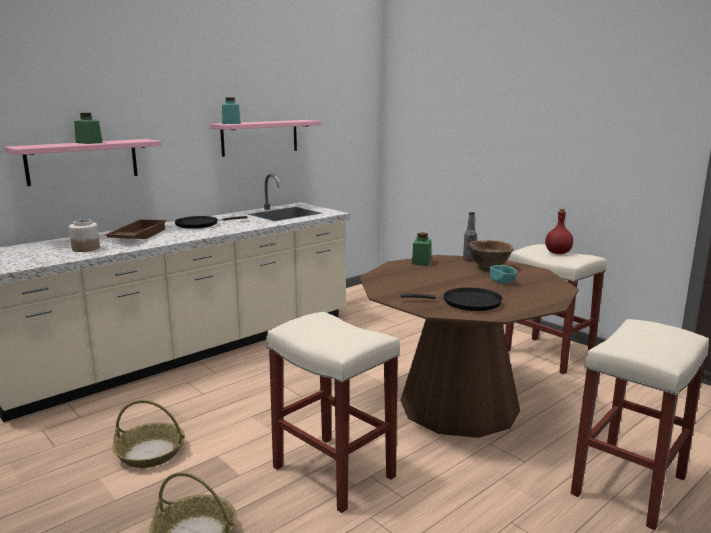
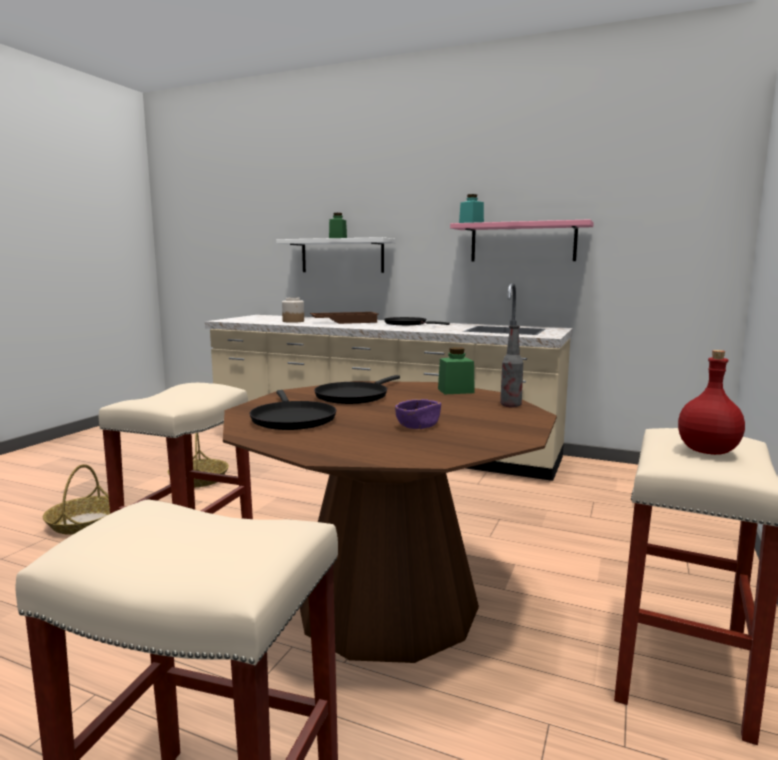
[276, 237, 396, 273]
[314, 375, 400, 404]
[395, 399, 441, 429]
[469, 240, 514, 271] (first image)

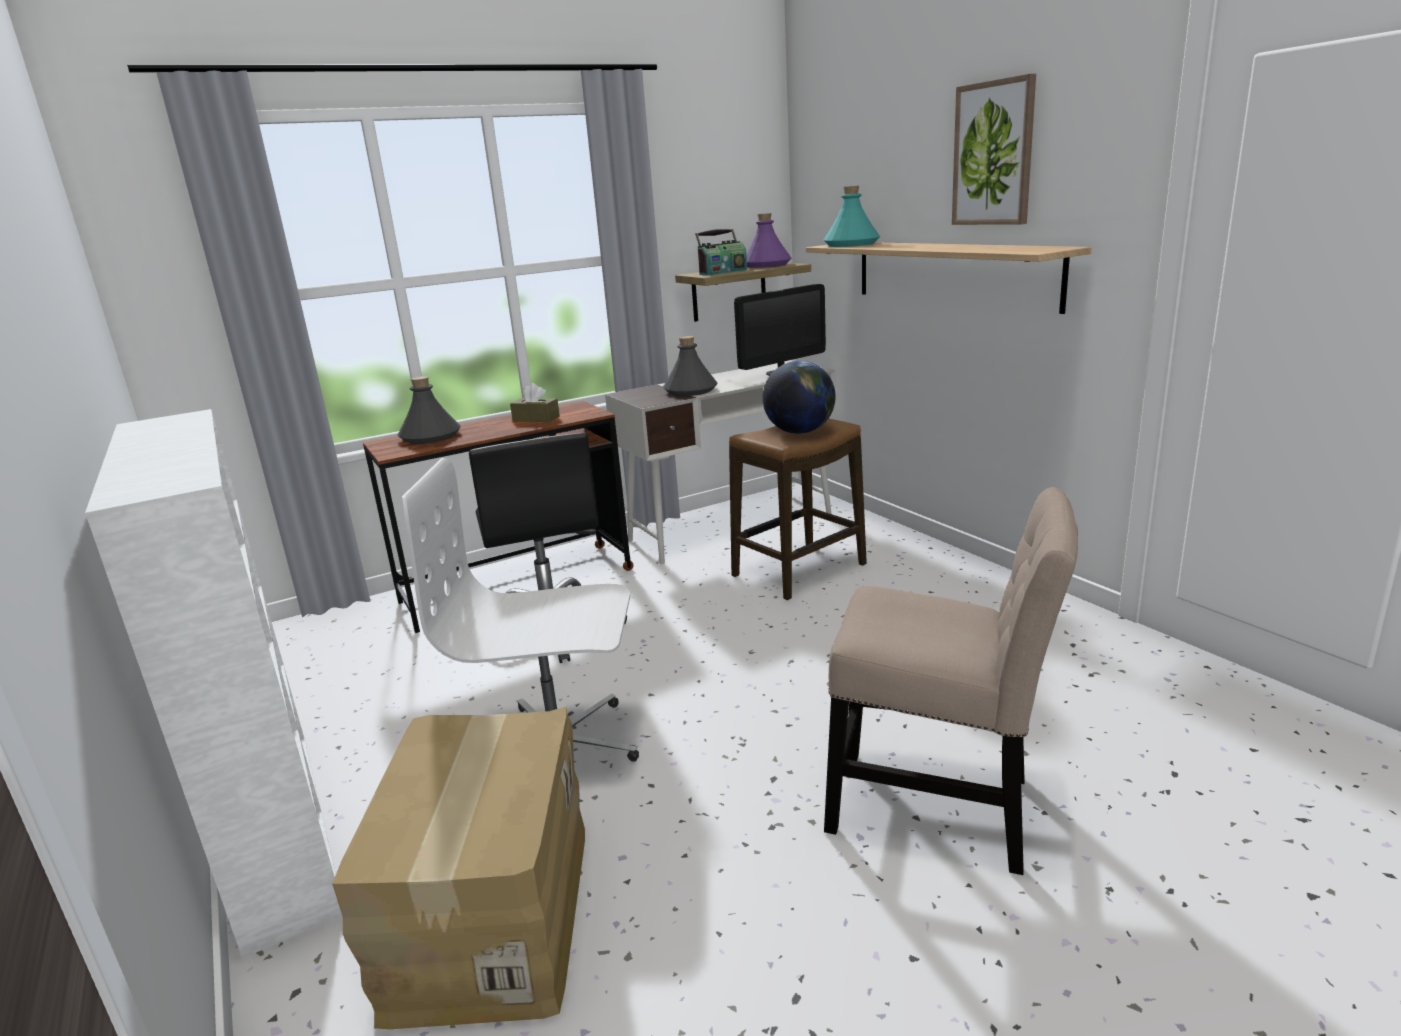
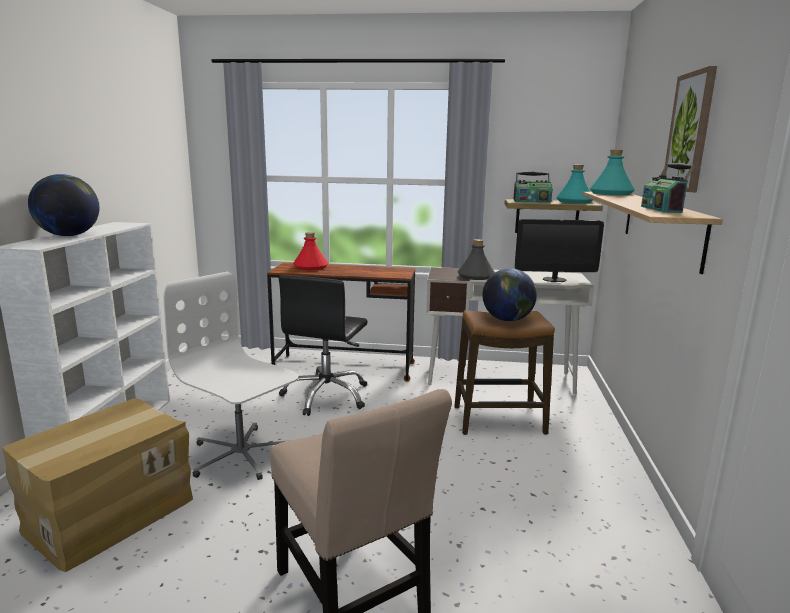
[28, 174, 99, 236]
[293, 232, 329, 270]
[556, 165, 593, 204]
[641, 163, 695, 213]
[510, 383, 560, 422] (first image)

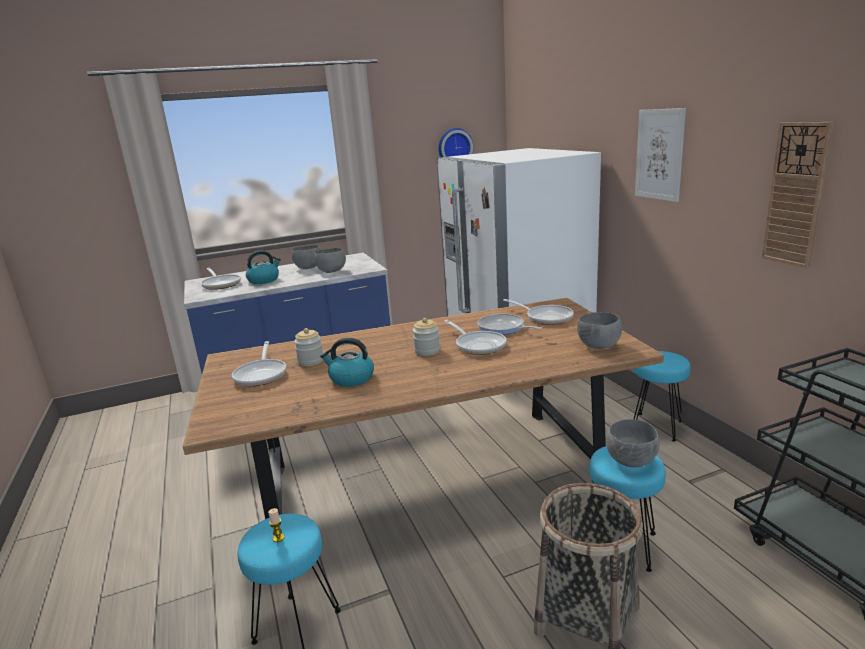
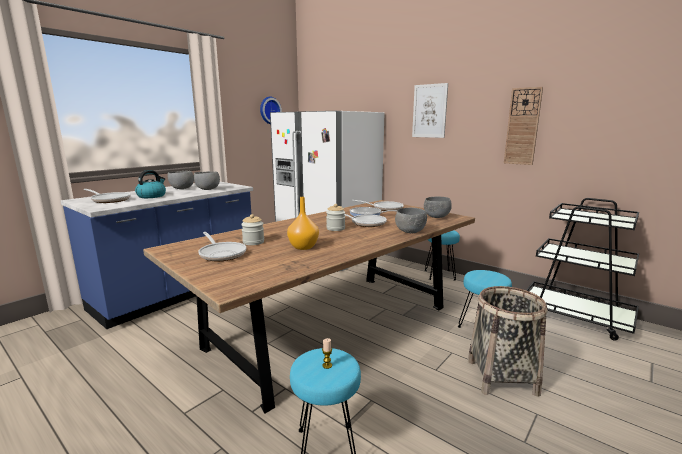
[287, 197, 319, 250]
[395, 208, 427, 233]

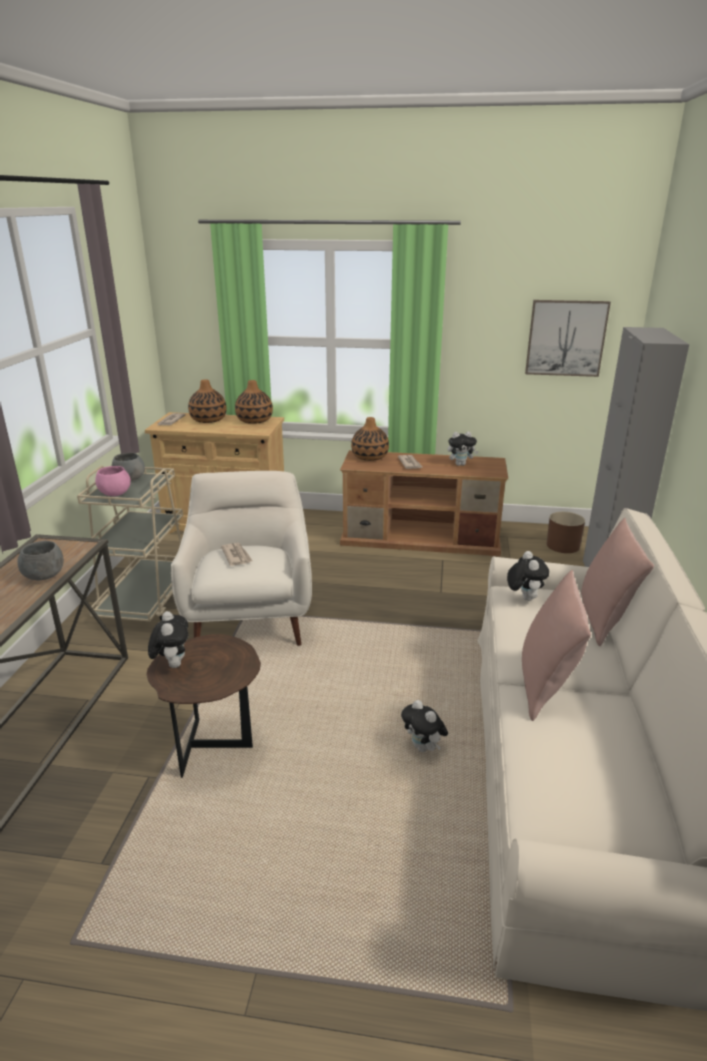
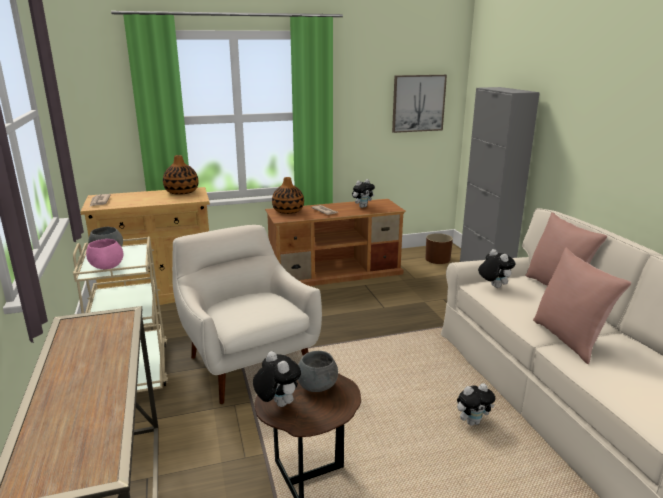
[298, 351, 338, 392]
[457, 383, 495, 425]
[188, 379, 227, 423] (first image)
[221, 543, 253, 566] (first image)

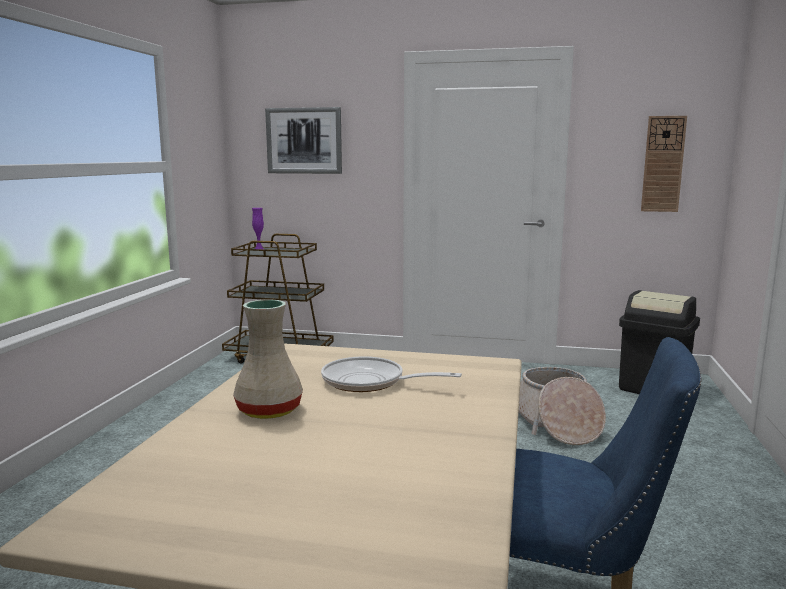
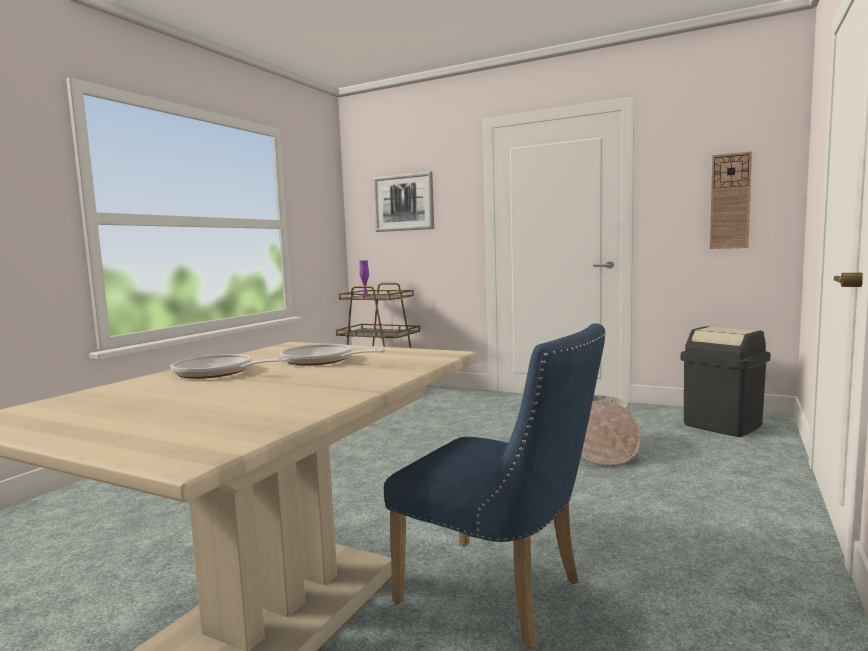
[170, 354, 290, 379]

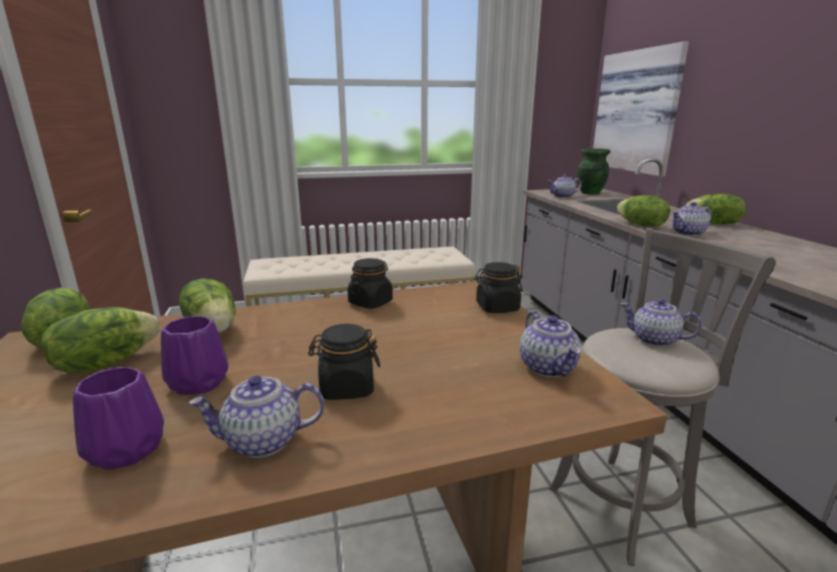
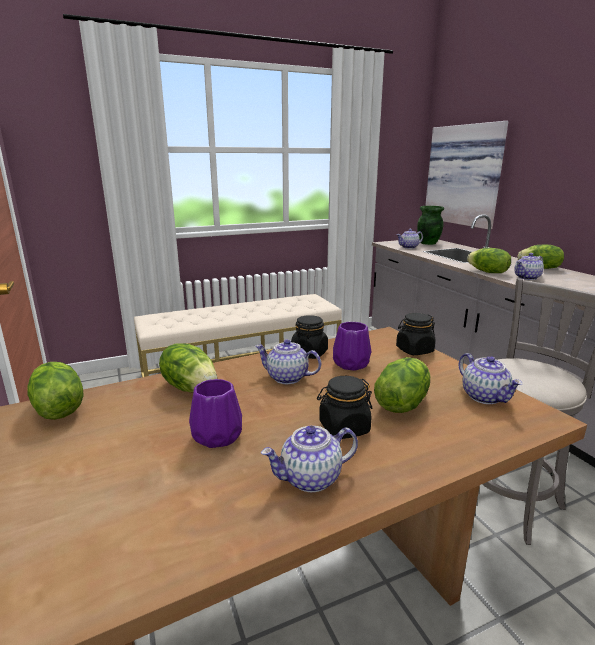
[255, 339, 321, 384]
[333, 322, 372, 371]
[374, 357, 430, 413]

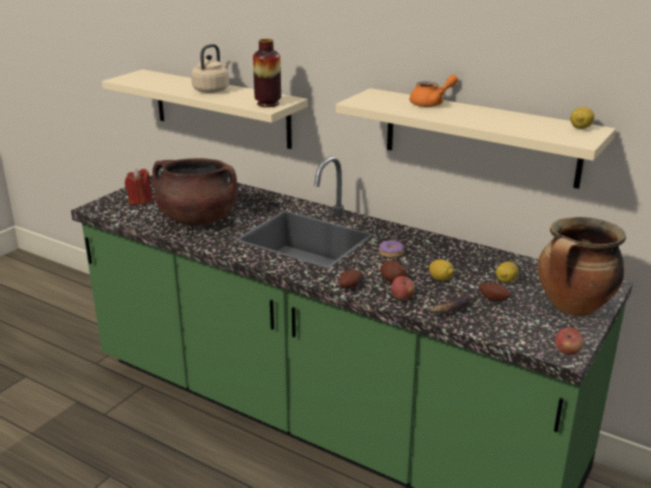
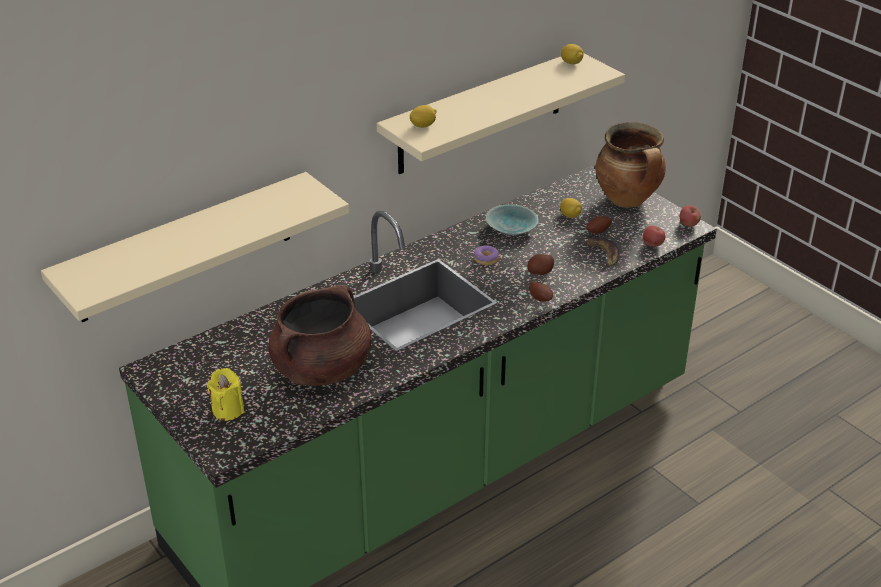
[207, 368, 244, 421]
[410, 105, 437, 128]
[486, 204, 538, 235]
[643, 225, 666, 246]
[191, 44, 231, 93] (first image)
[253, 39, 281, 107] (first image)
[410, 75, 458, 107] (first image)

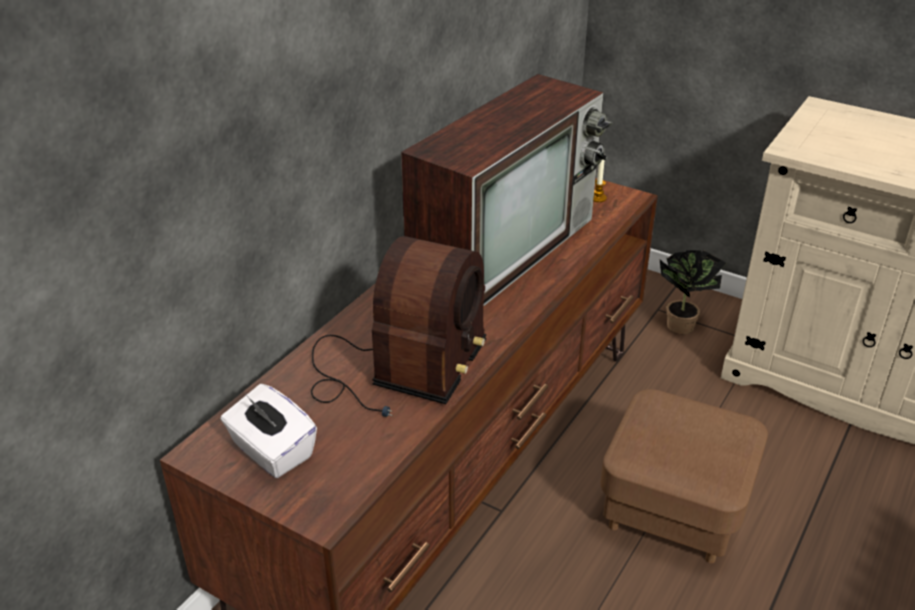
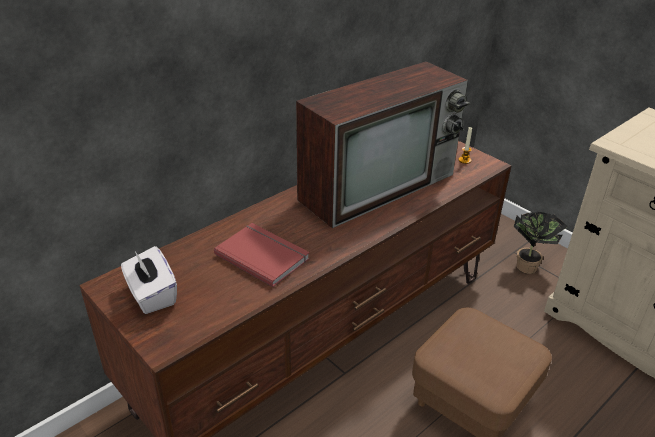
[214, 223, 310, 287]

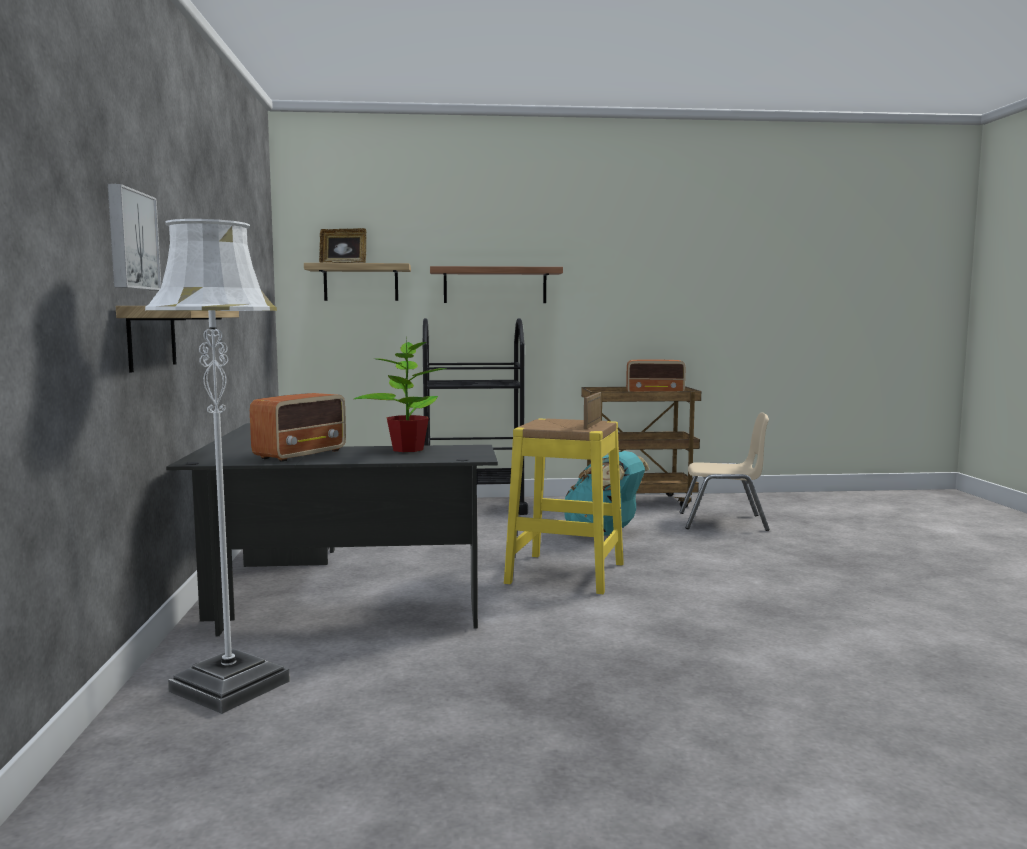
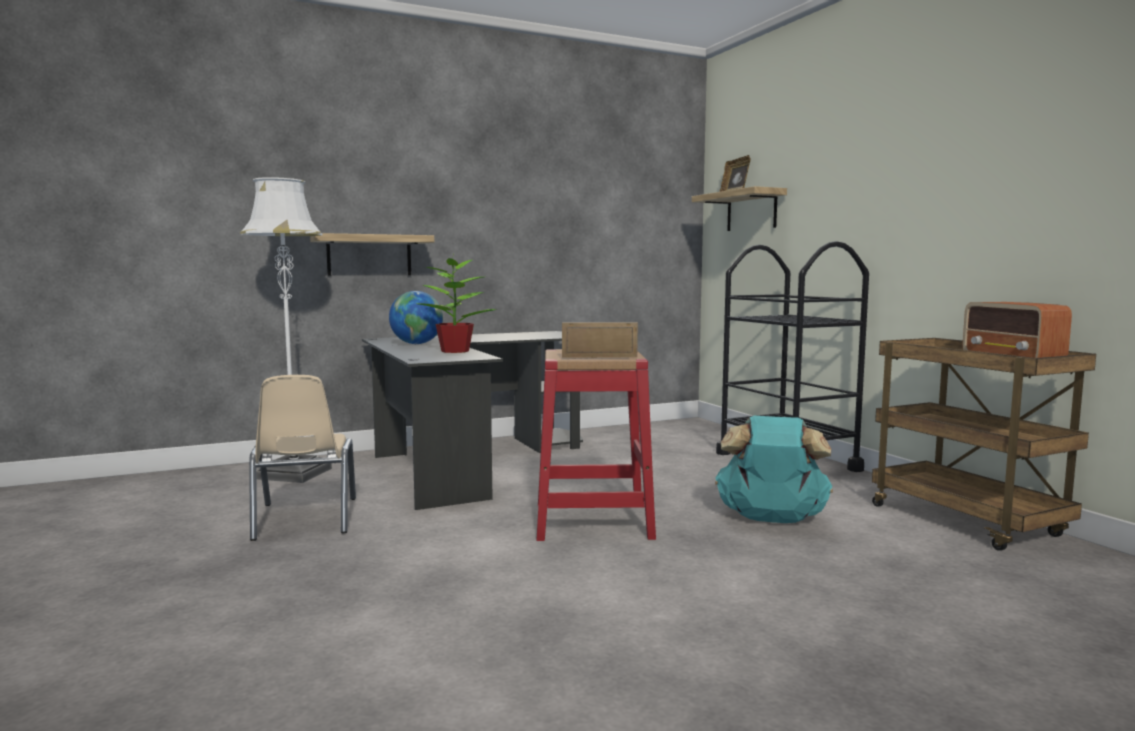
[249, 375, 356, 541]
[389, 291, 443, 344]
[536, 349, 656, 541]
[108, 184, 161, 290] (first image)
[430, 266, 563, 303] (first image)

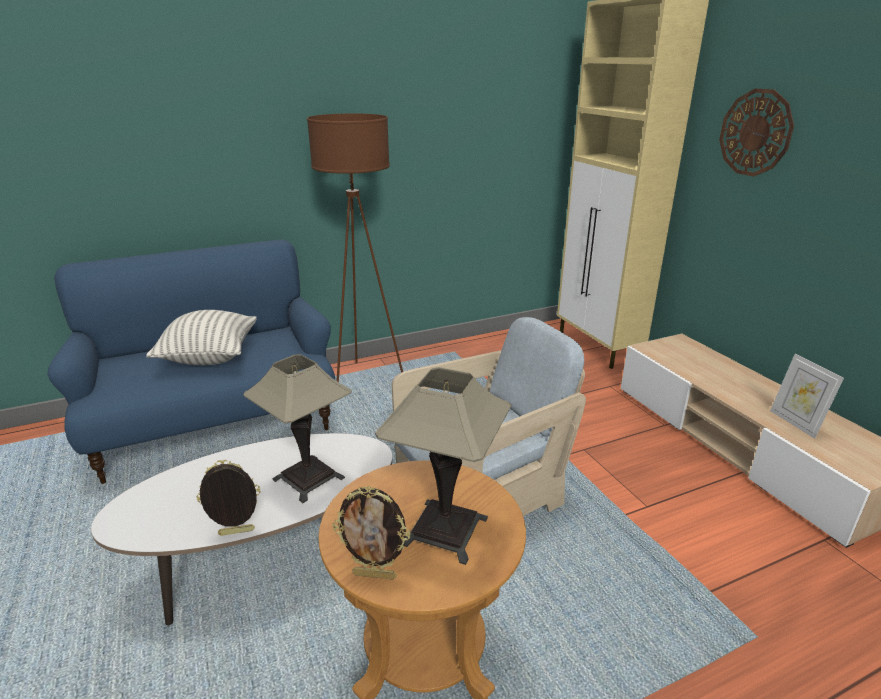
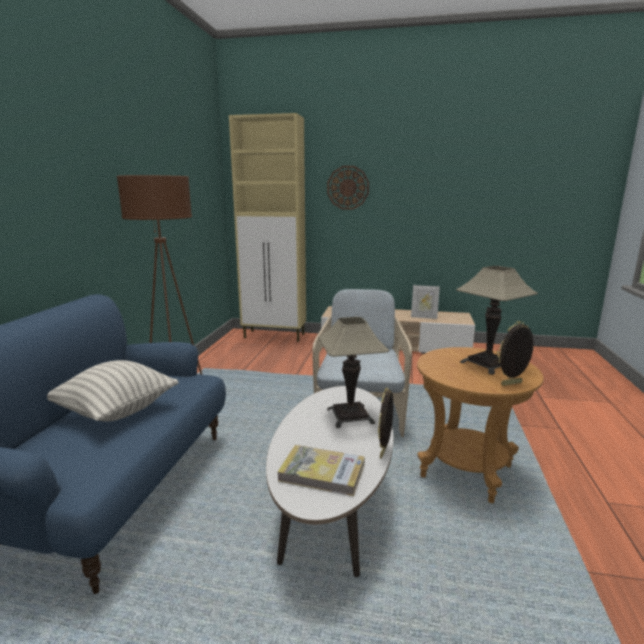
[277, 445, 365, 496]
[497, 321, 534, 386]

